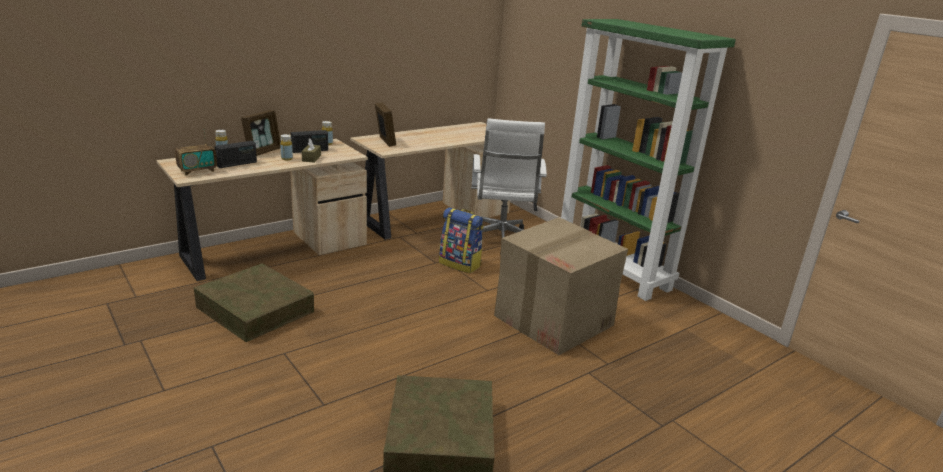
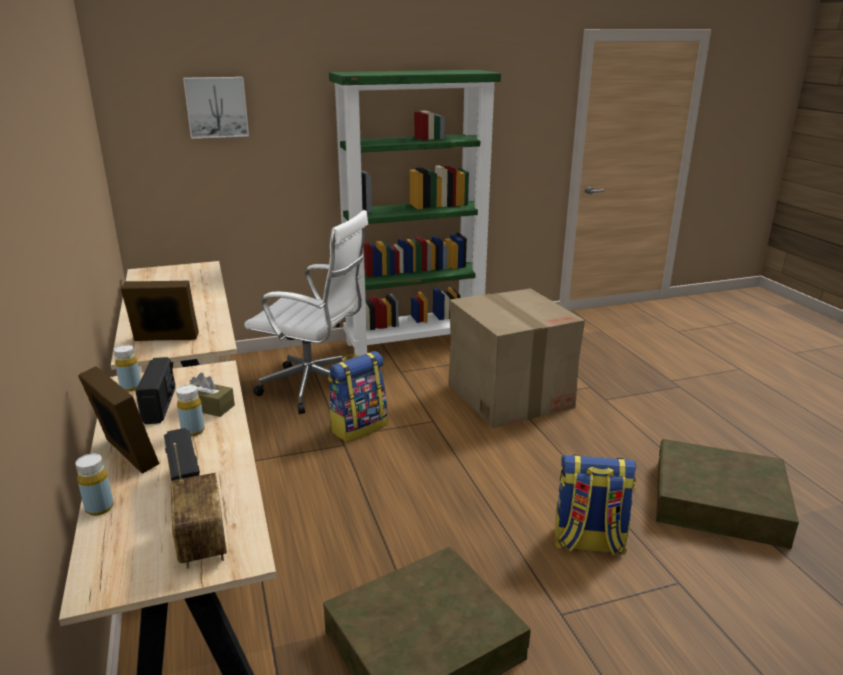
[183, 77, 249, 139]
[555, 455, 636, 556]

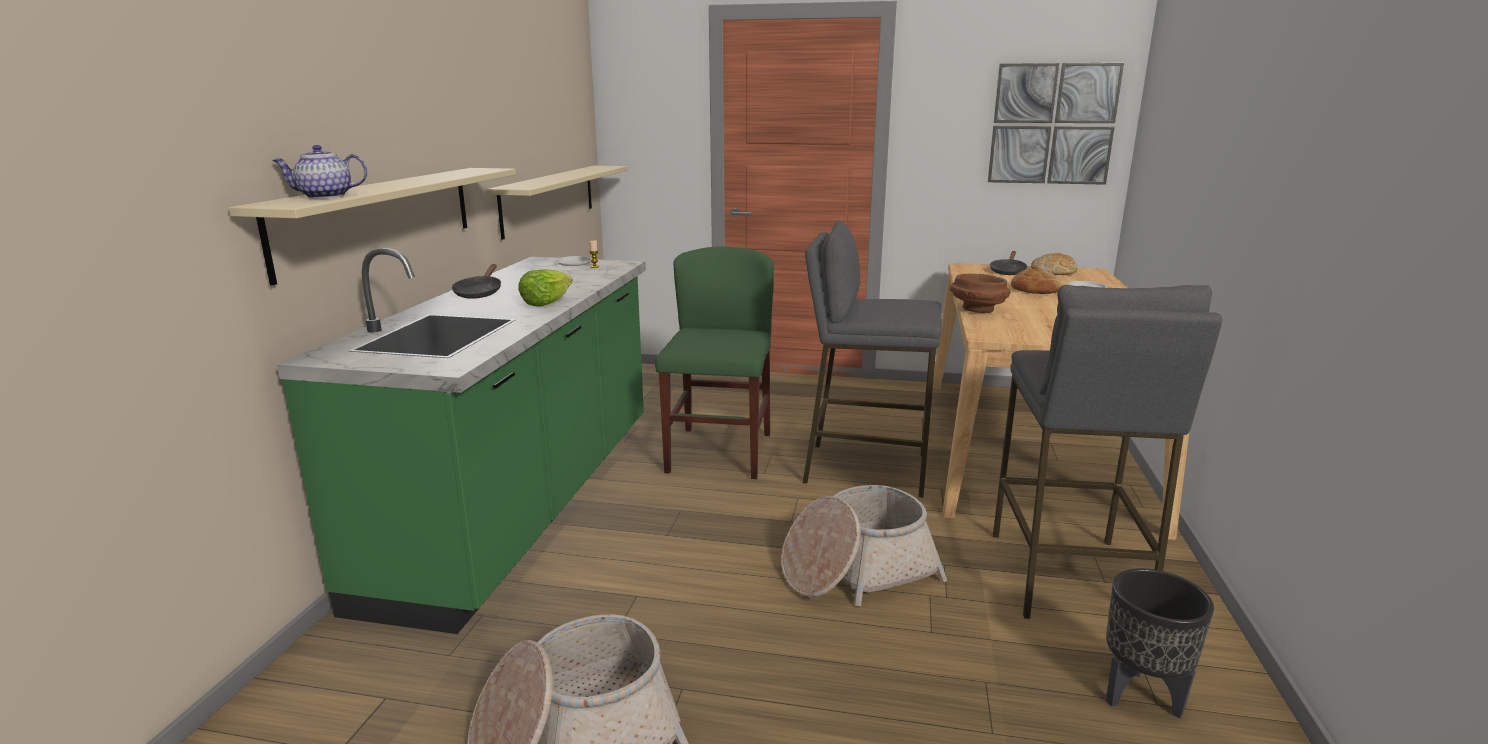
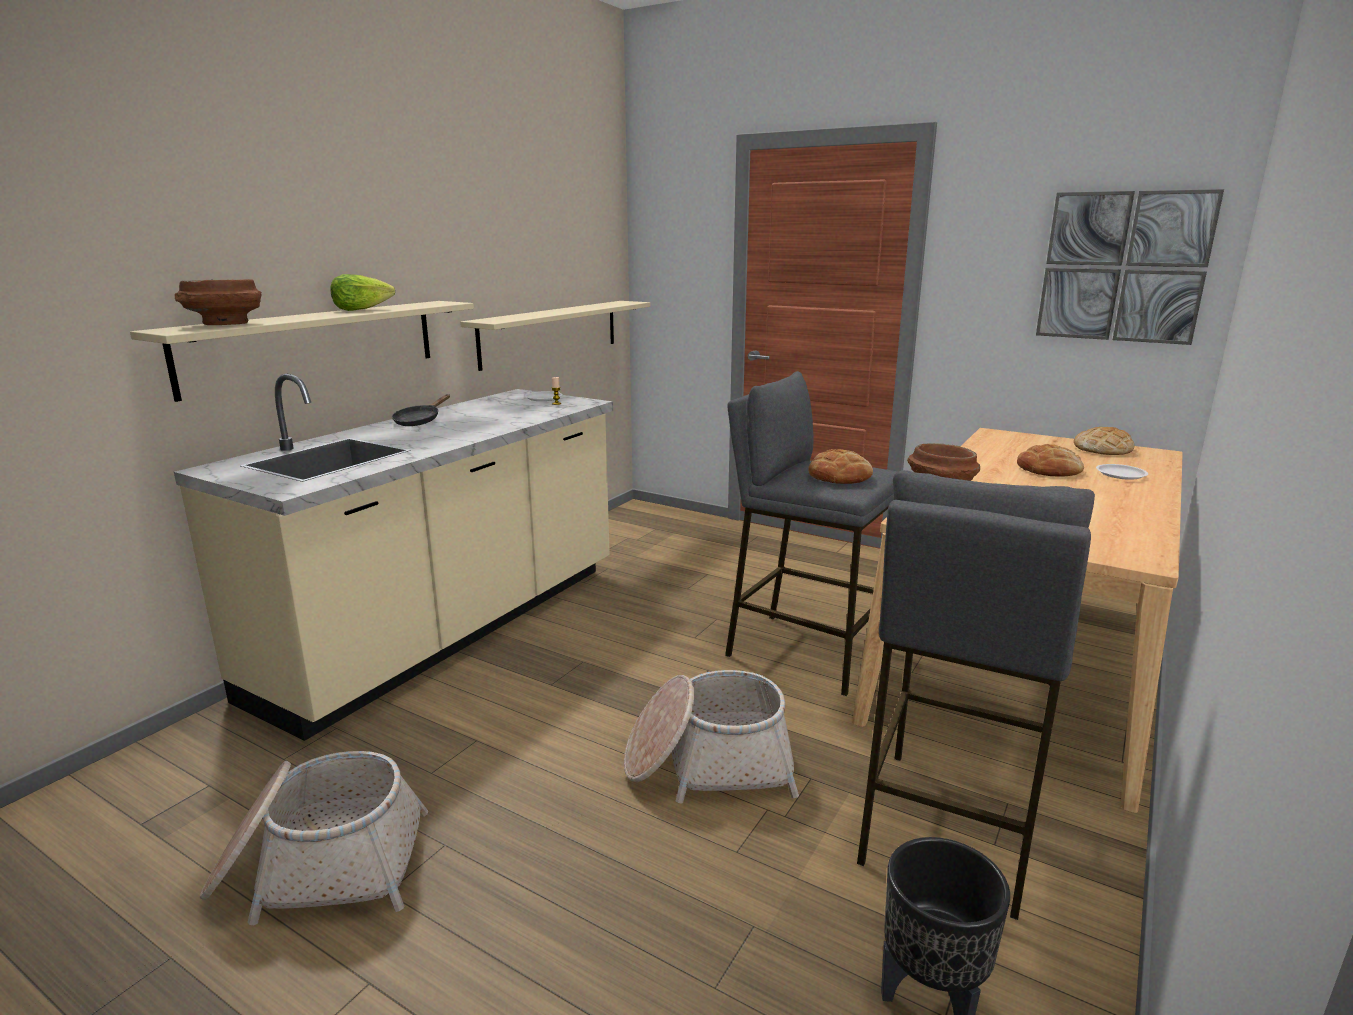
[174, 374, 613, 741]
[175, 279, 262, 325]
[330, 274, 395, 311]
[808, 449, 873, 484]
[655, 246, 774, 479] (first image)
[990, 251, 1027, 275] (first image)

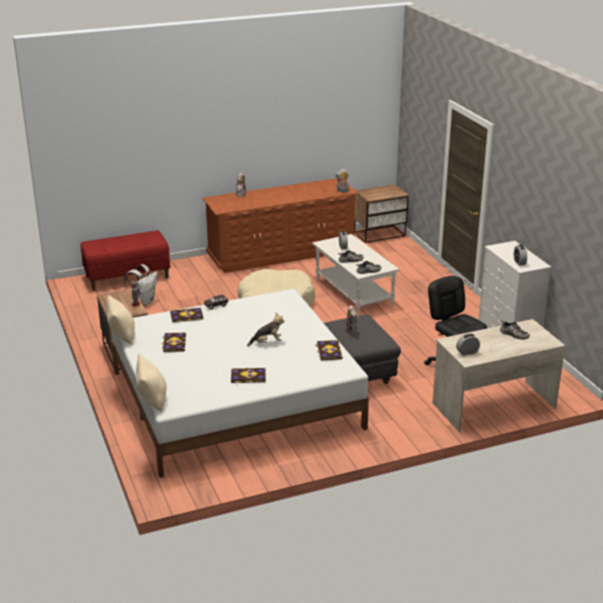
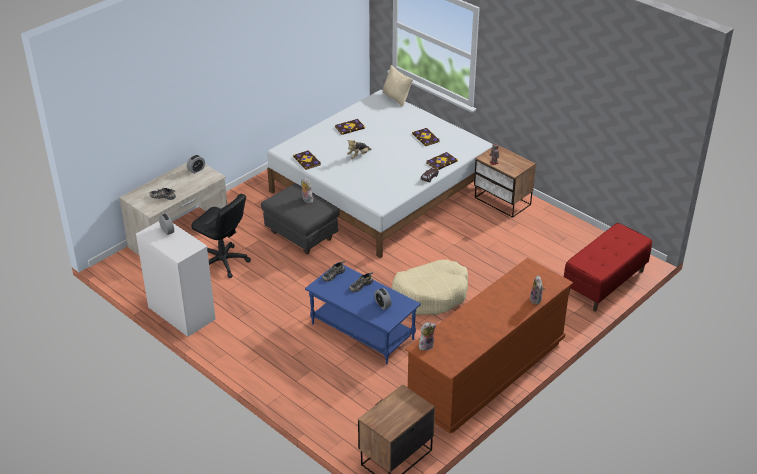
[305, 262, 421, 364]
[106, 295, 135, 345] (first image)
[125, 264, 158, 307] (first image)

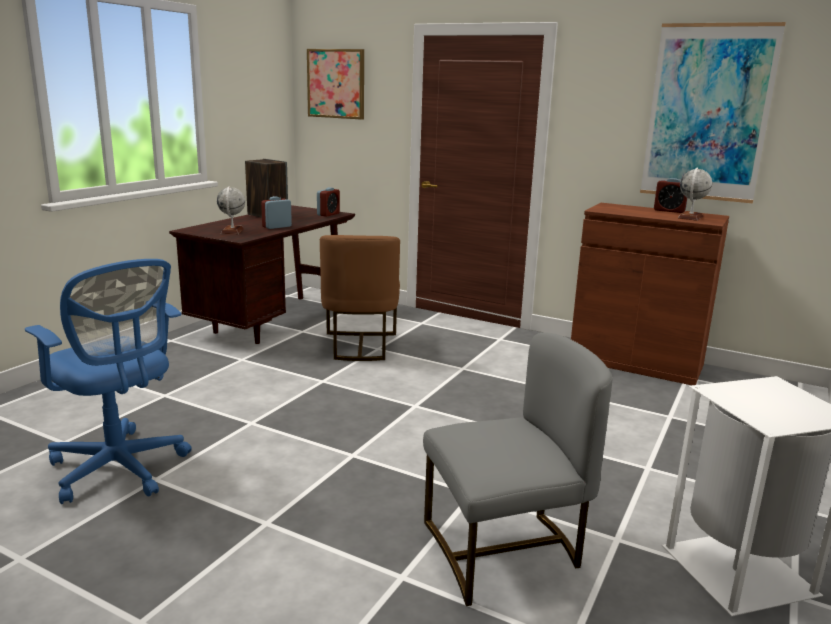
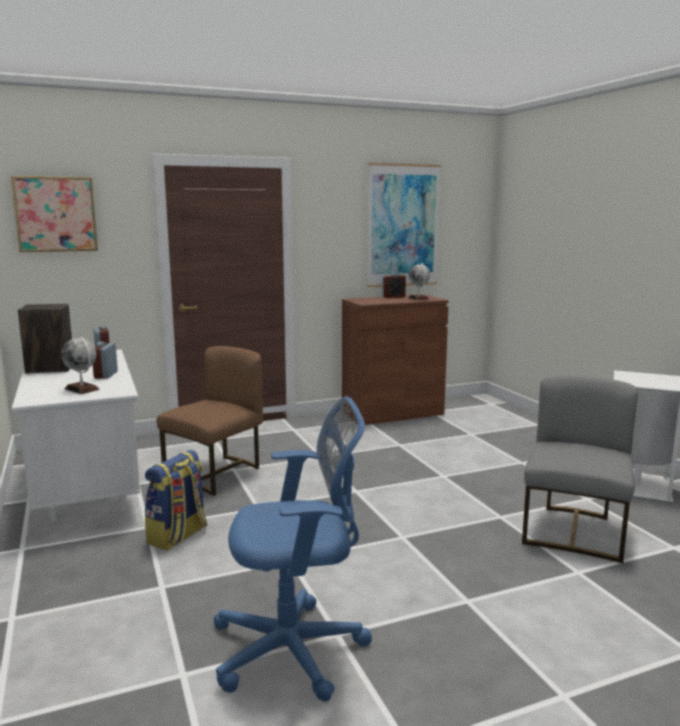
[12, 349, 140, 523]
[145, 450, 207, 550]
[157, 346, 263, 496]

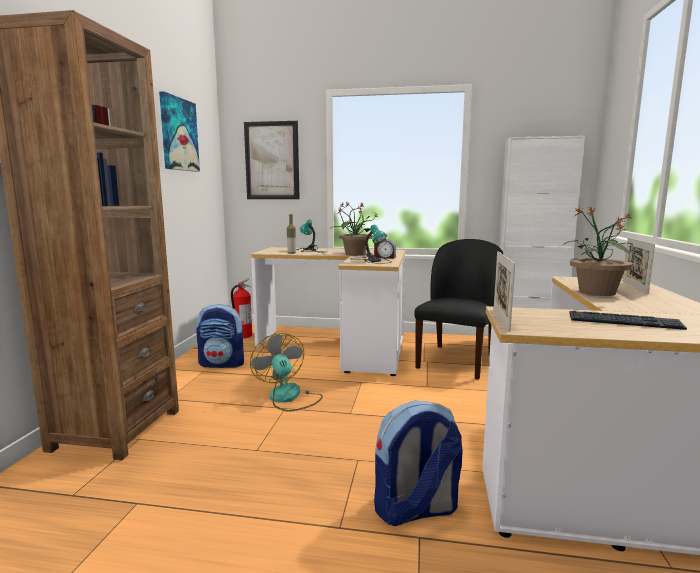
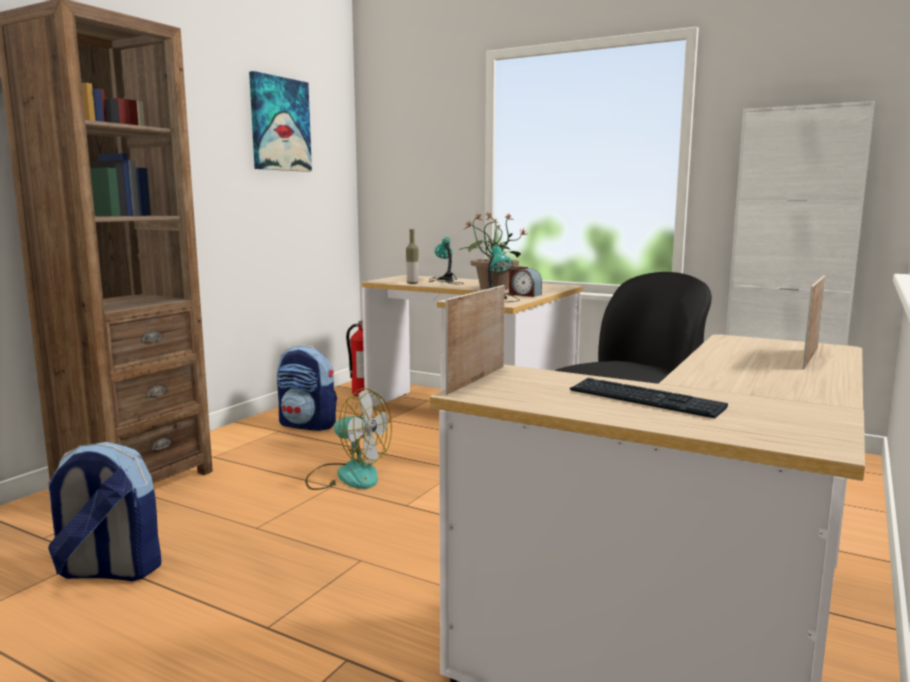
[48, 442, 162, 581]
[305, 388, 392, 490]
[244, 121, 300, 199] (first image)
[563, 206, 633, 296] (first image)

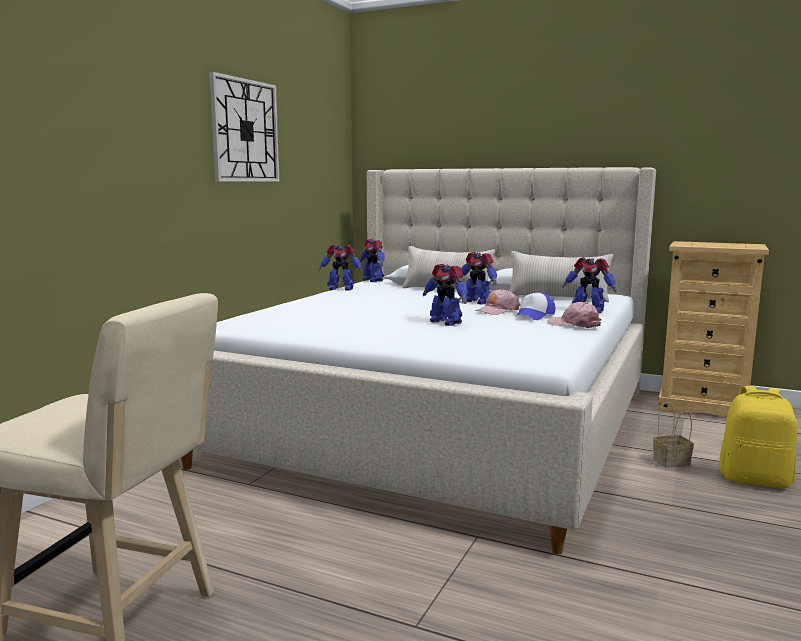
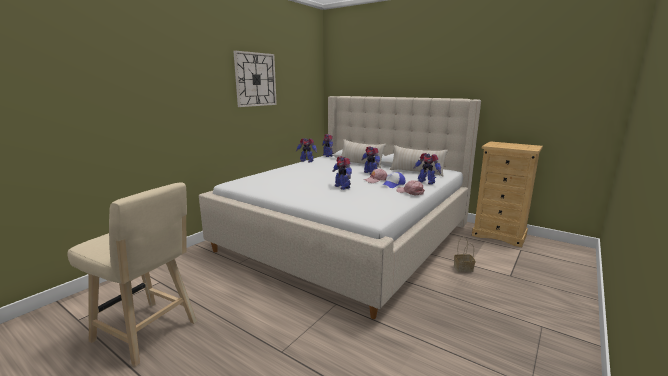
[719, 386, 798, 488] (first image)

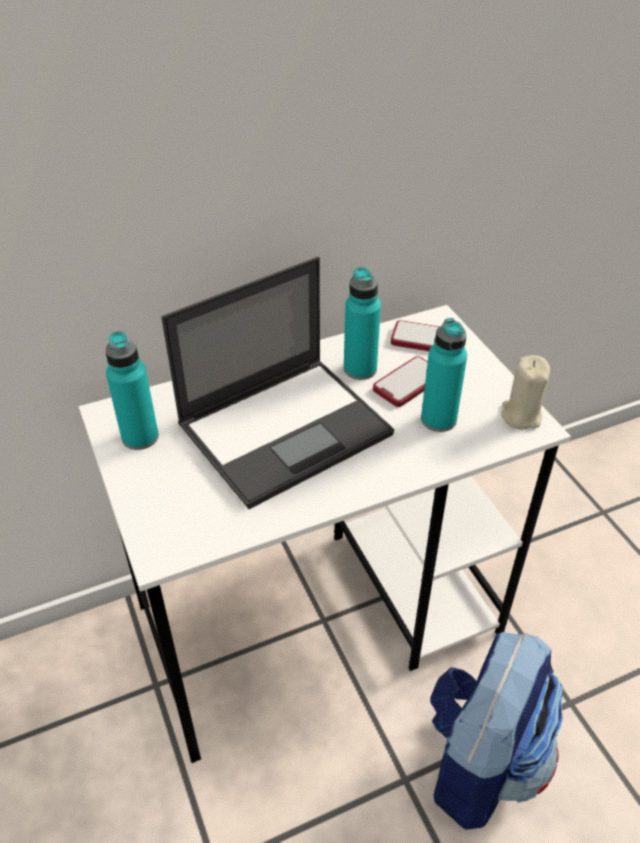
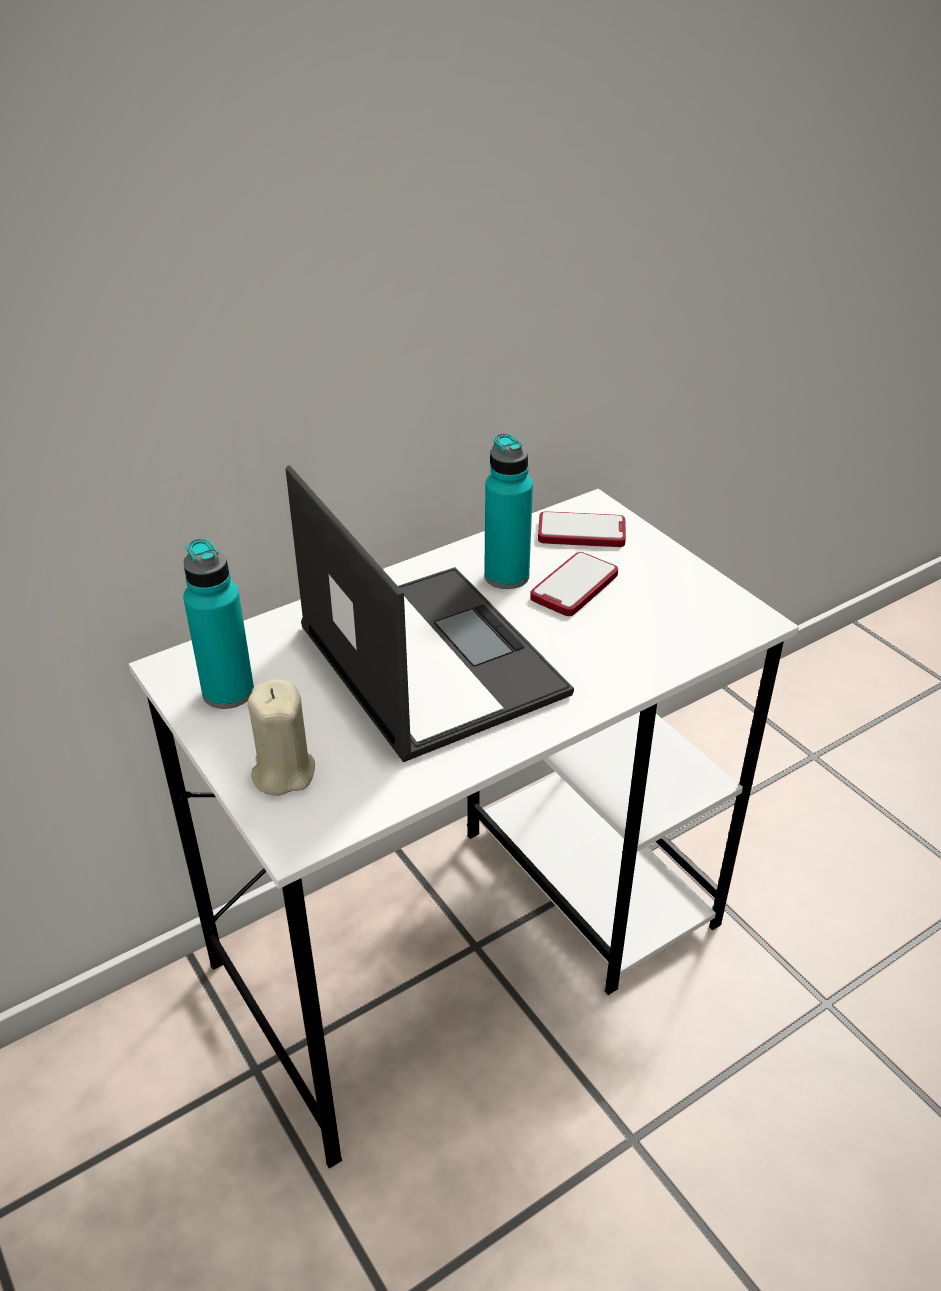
[248, 679, 315, 796]
[286, 465, 574, 762]
[421, 318, 467, 432] (first image)
[430, 632, 563, 829] (first image)

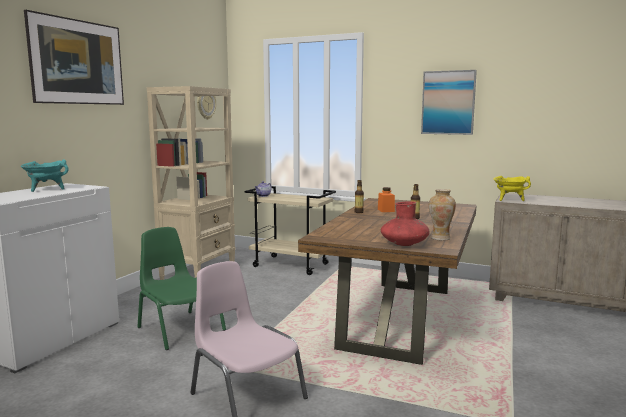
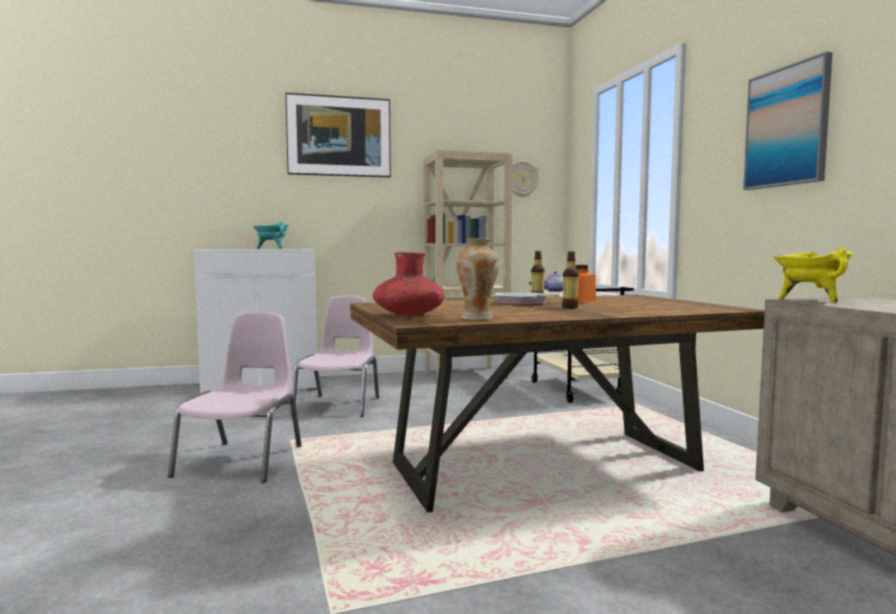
[291, 296, 379, 417]
[495, 292, 560, 306]

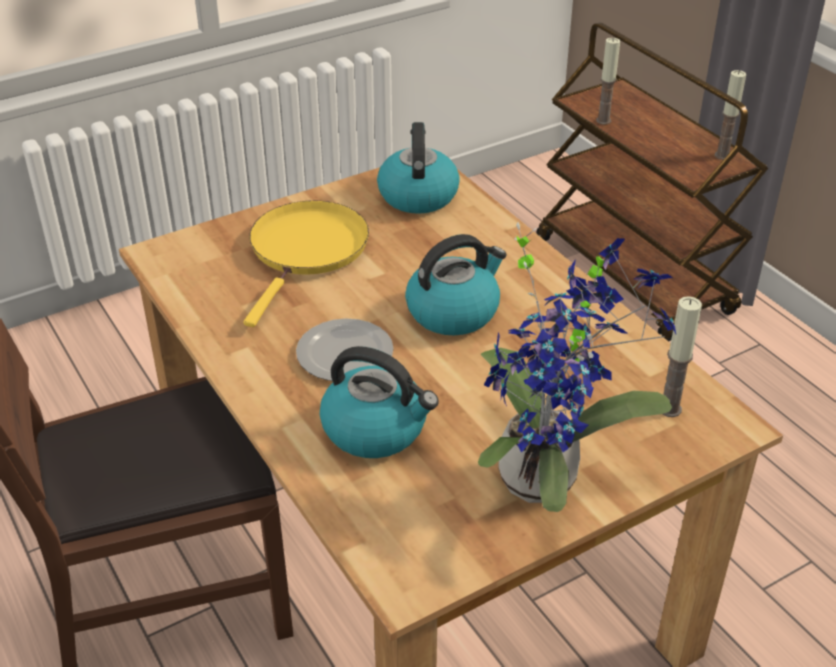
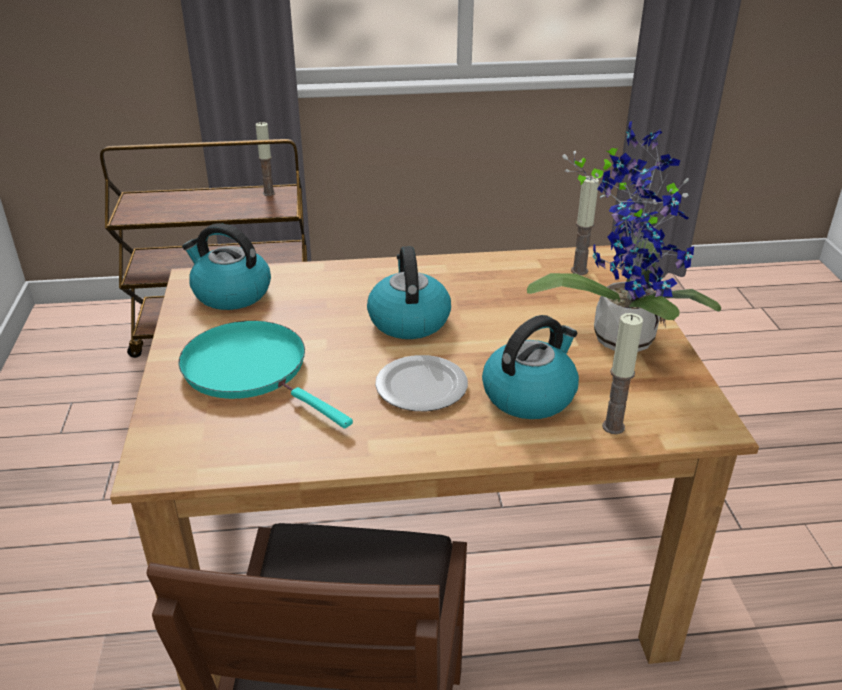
[179, 321, 353, 428]
[602, 313, 643, 434]

